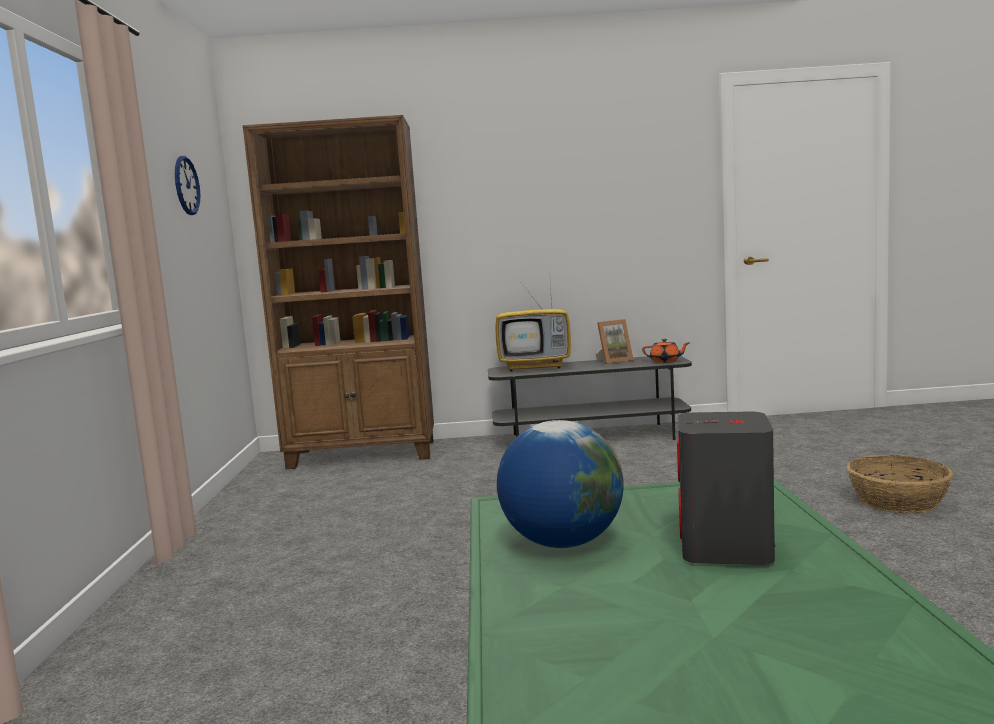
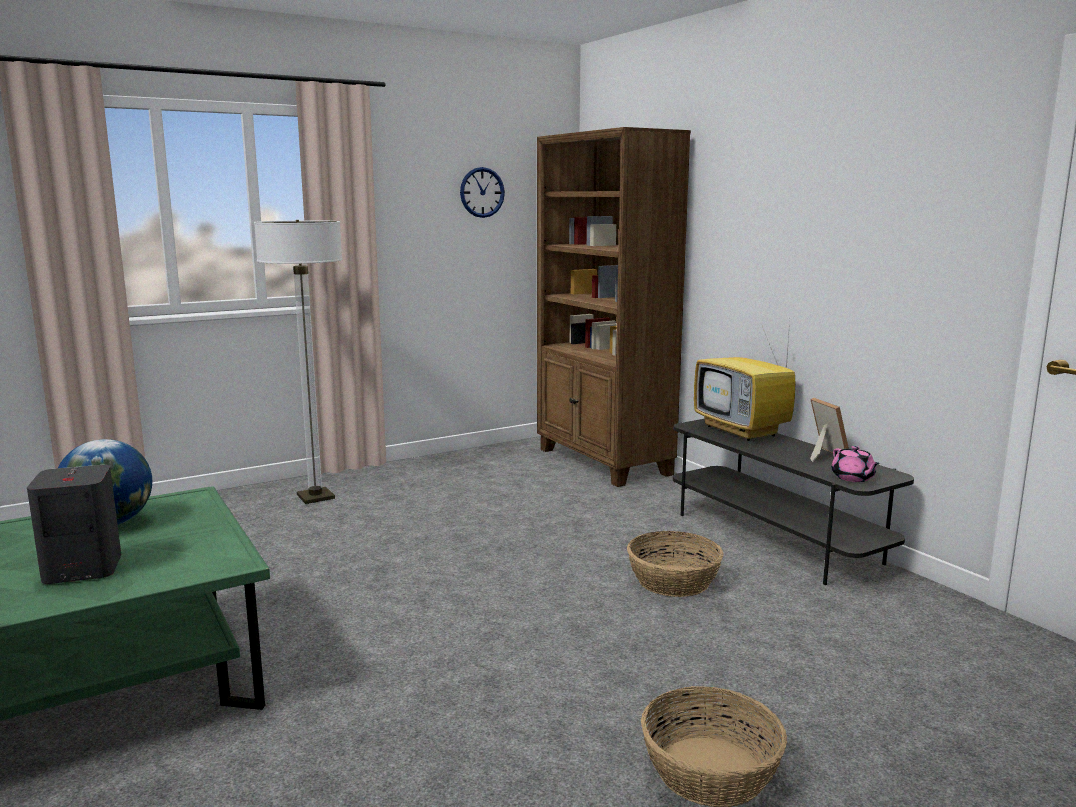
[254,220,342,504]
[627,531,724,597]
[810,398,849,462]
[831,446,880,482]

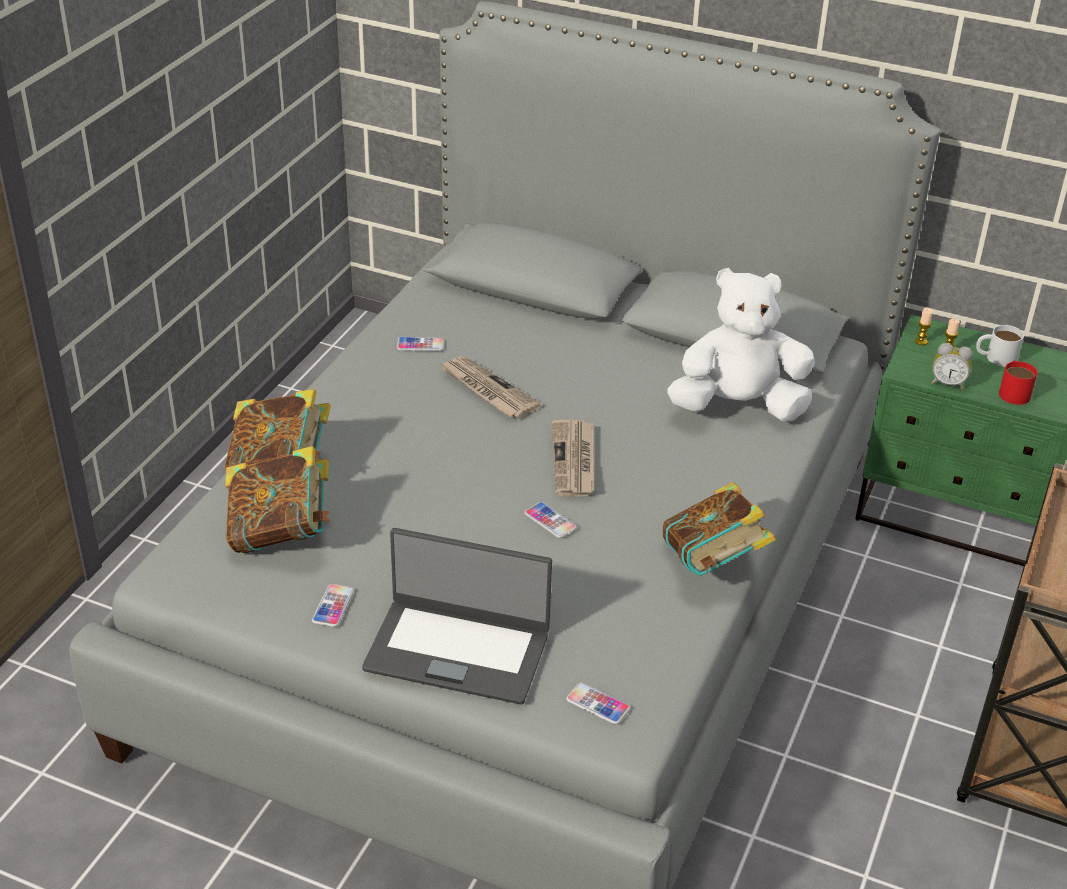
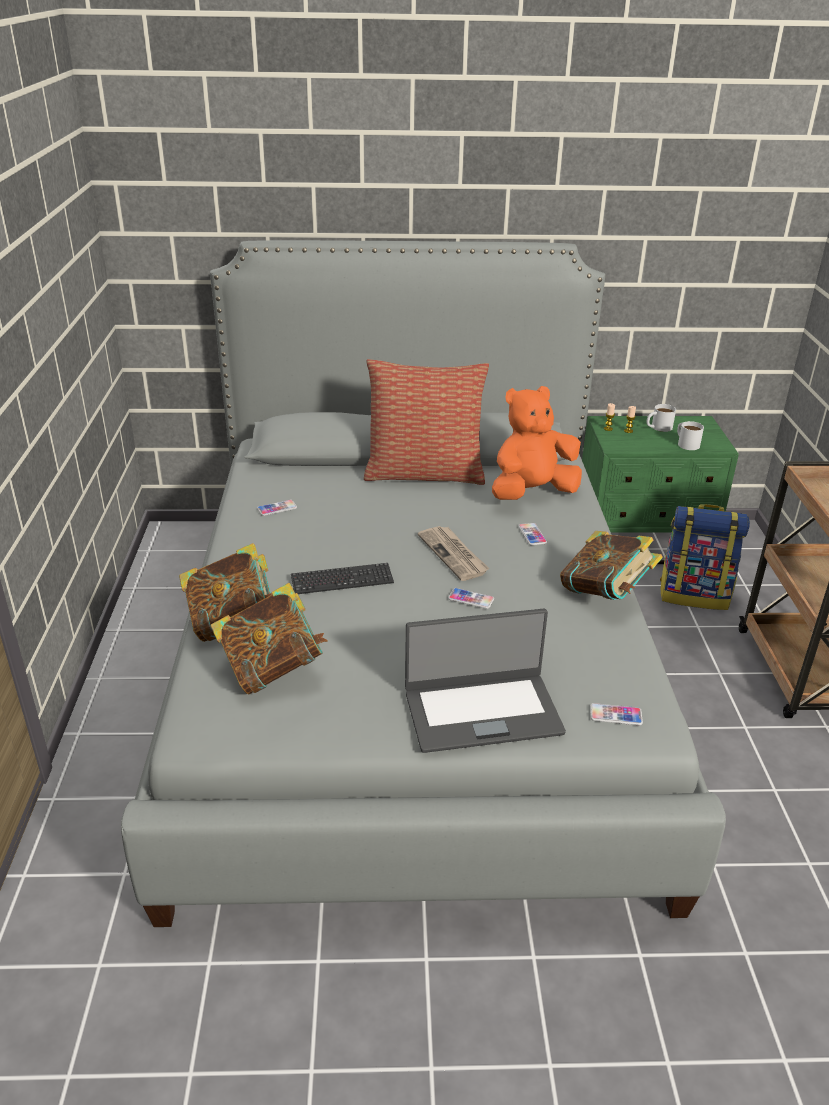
[291,563,394,594]
[364,359,489,485]
[492,386,582,500]
[518,523,547,545]
[660,504,750,610]
[677,421,704,450]
[439,356,541,419] (first image)
[931,343,973,390] (first image)

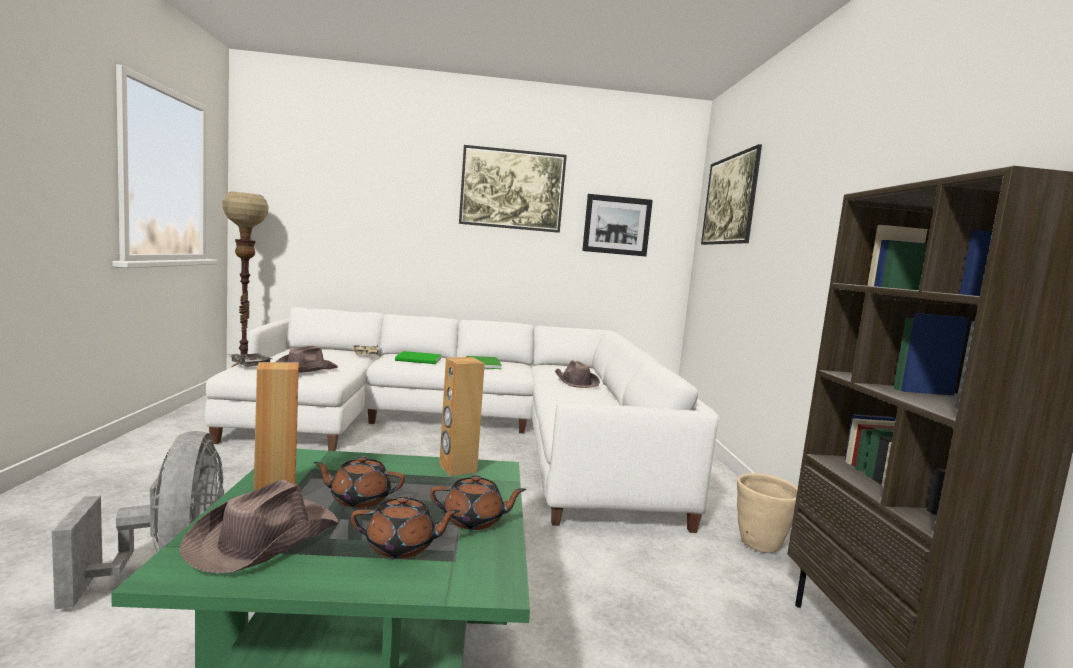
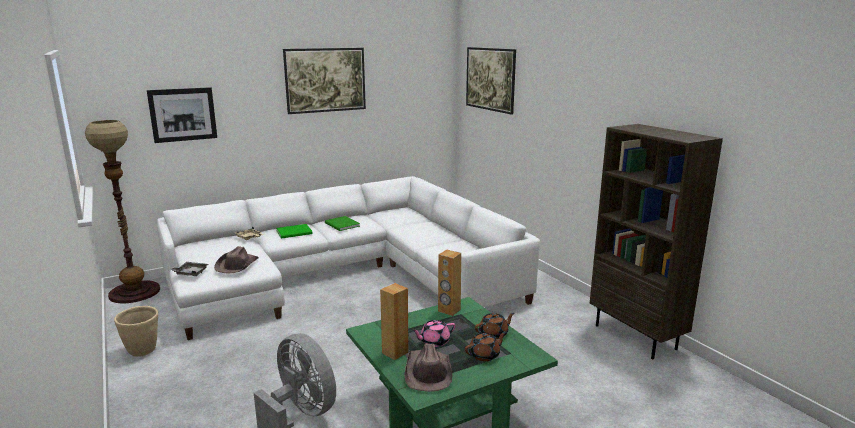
[114,306,158,357]
[147,87,217,143]
[412,320,455,347]
[555,360,600,388] (first image)

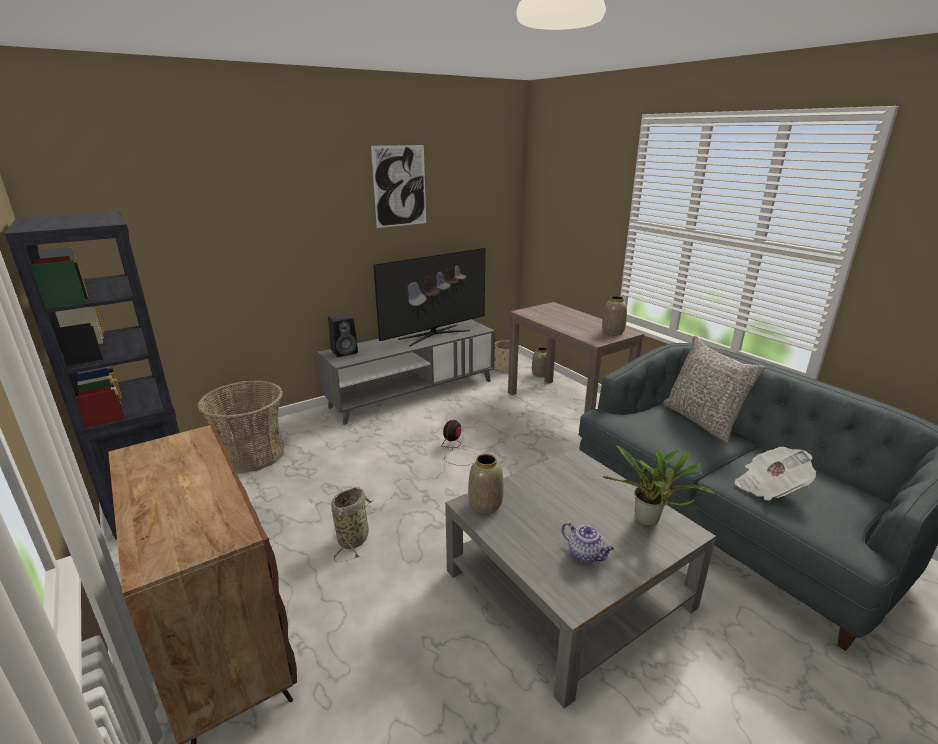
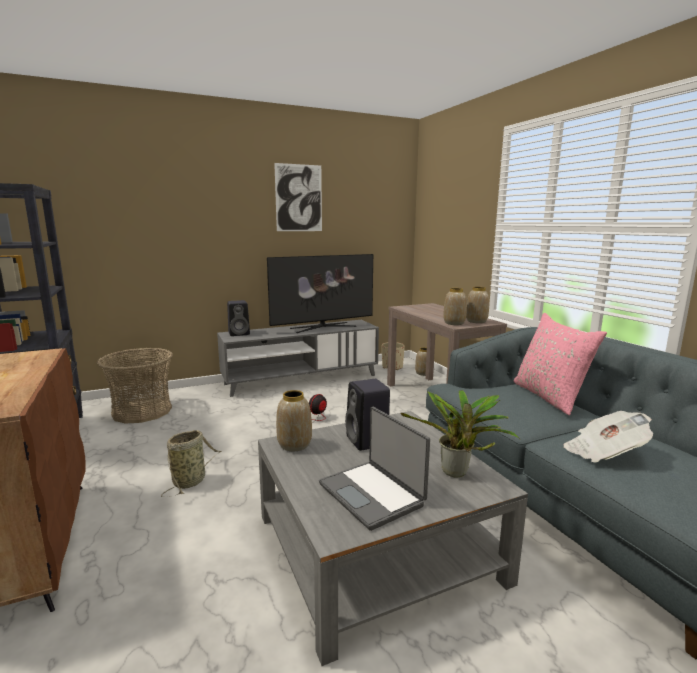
[319,407,430,531]
[345,379,390,451]
[443,288,467,325]
[513,313,607,415]

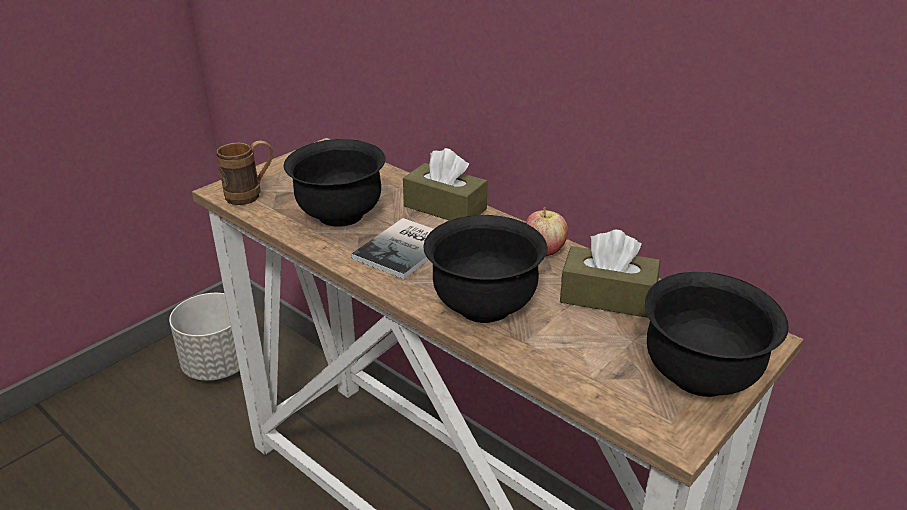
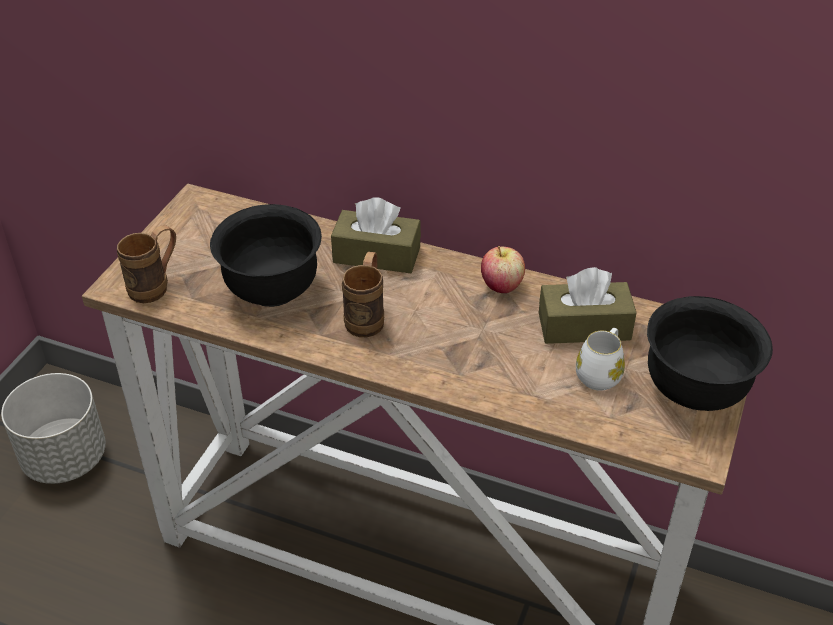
[342,252,384,337]
[576,328,625,391]
[424,215,548,323] (first image)

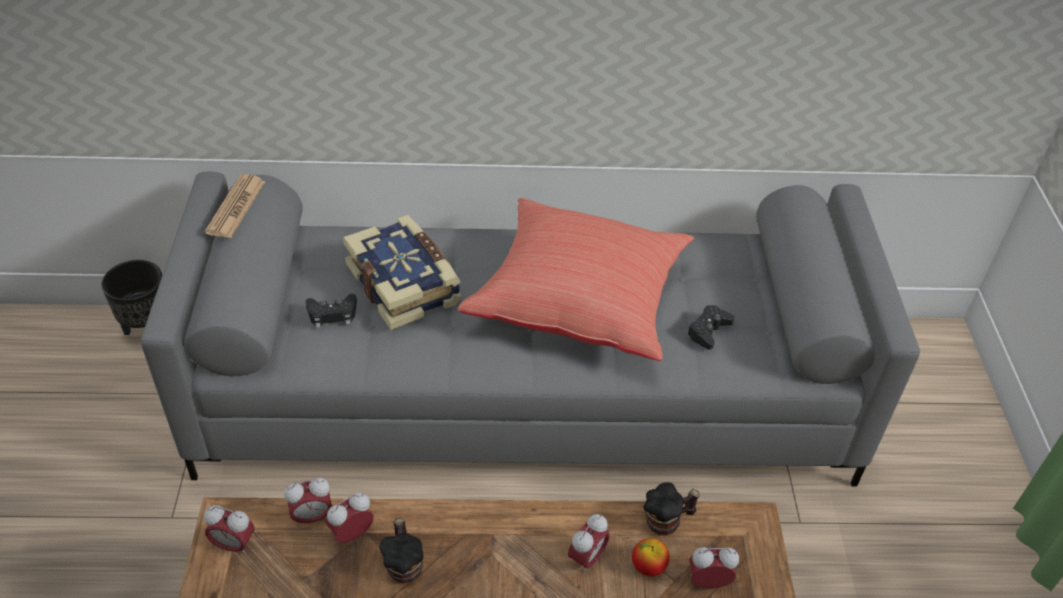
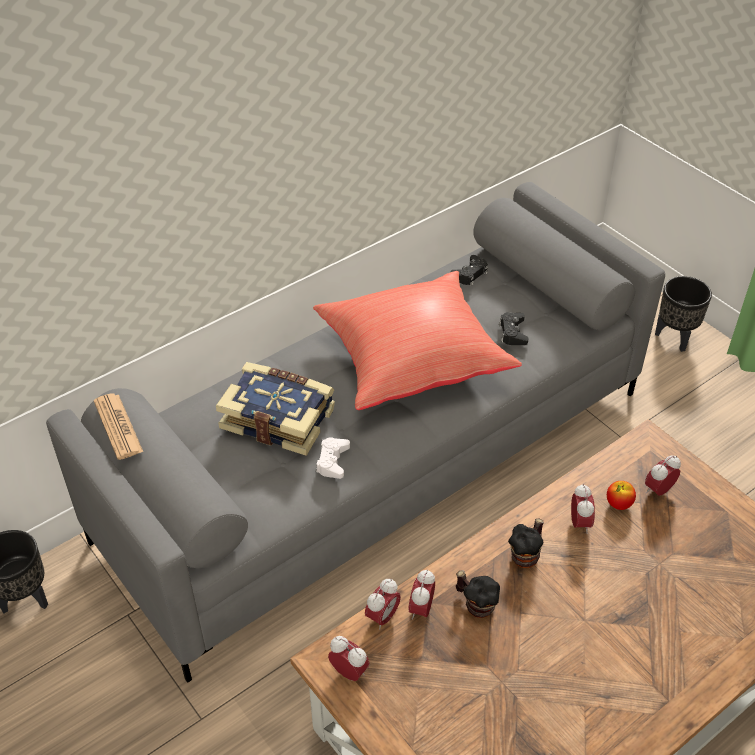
[316,437,350,479]
[328,636,370,681]
[450,255,488,286]
[508,518,544,568]
[655,276,712,352]

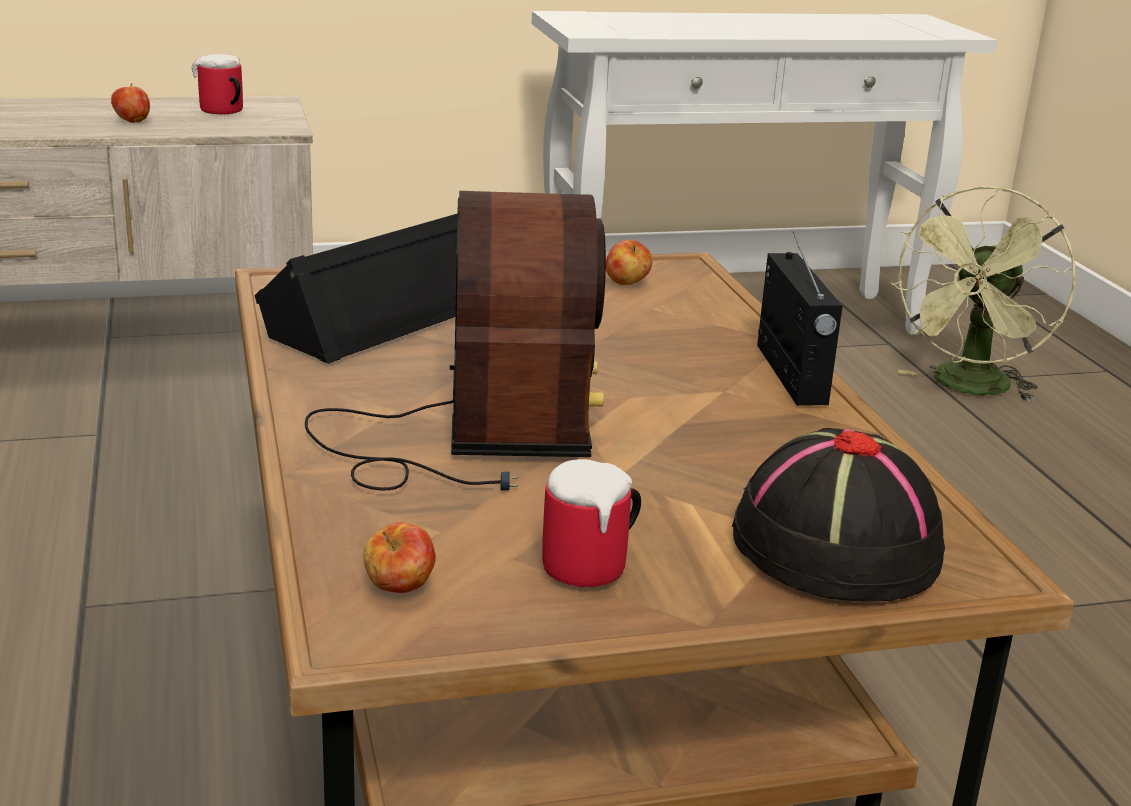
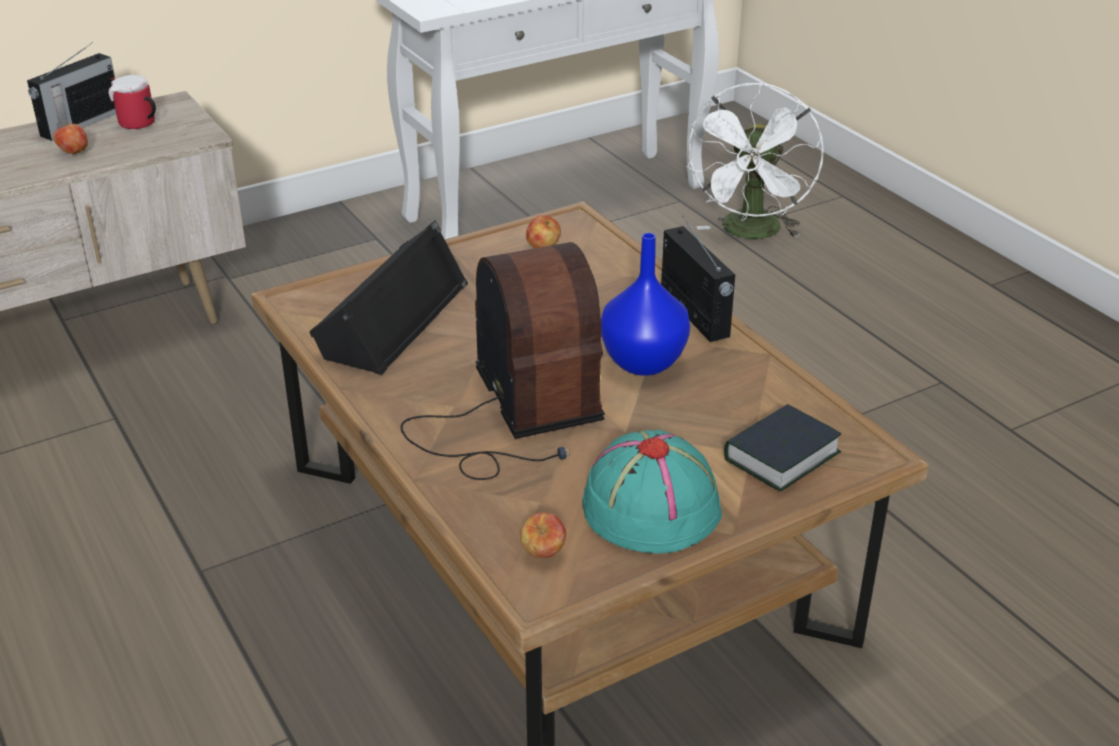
[27,42,116,141]
[582,429,722,553]
[601,233,690,376]
[686,83,824,239]
[724,404,841,491]

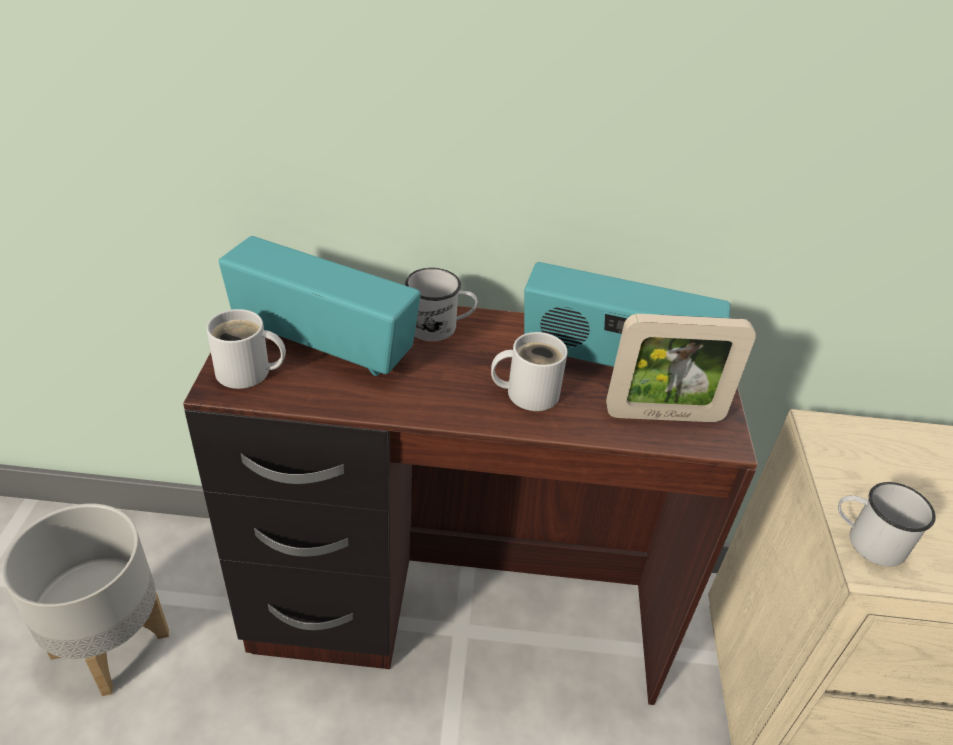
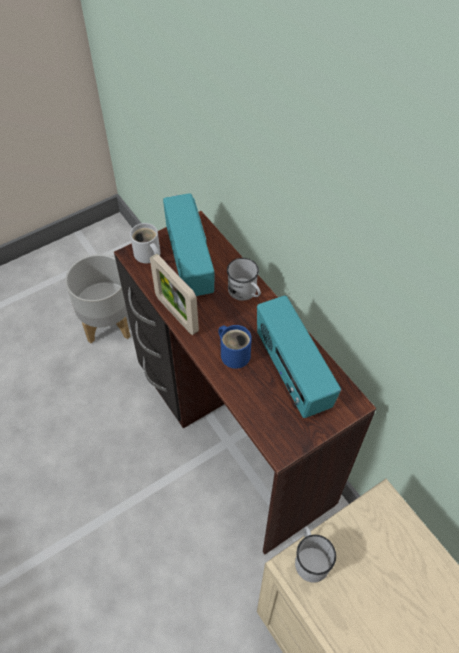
[150,254,199,335]
[218,325,252,369]

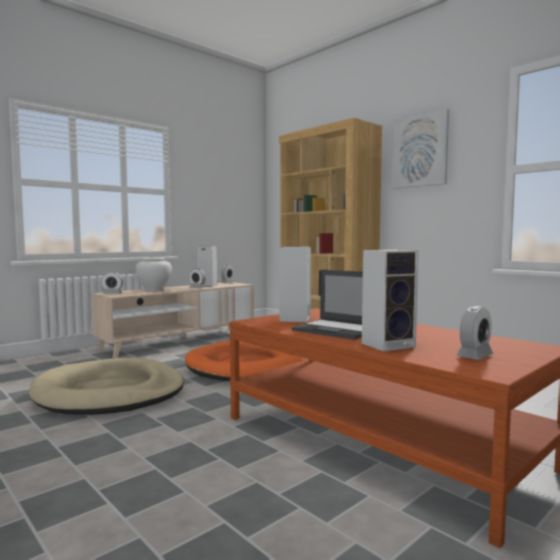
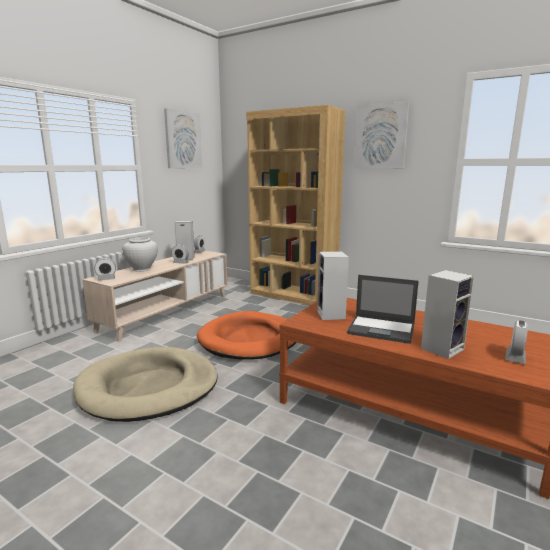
[164,108,202,168]

